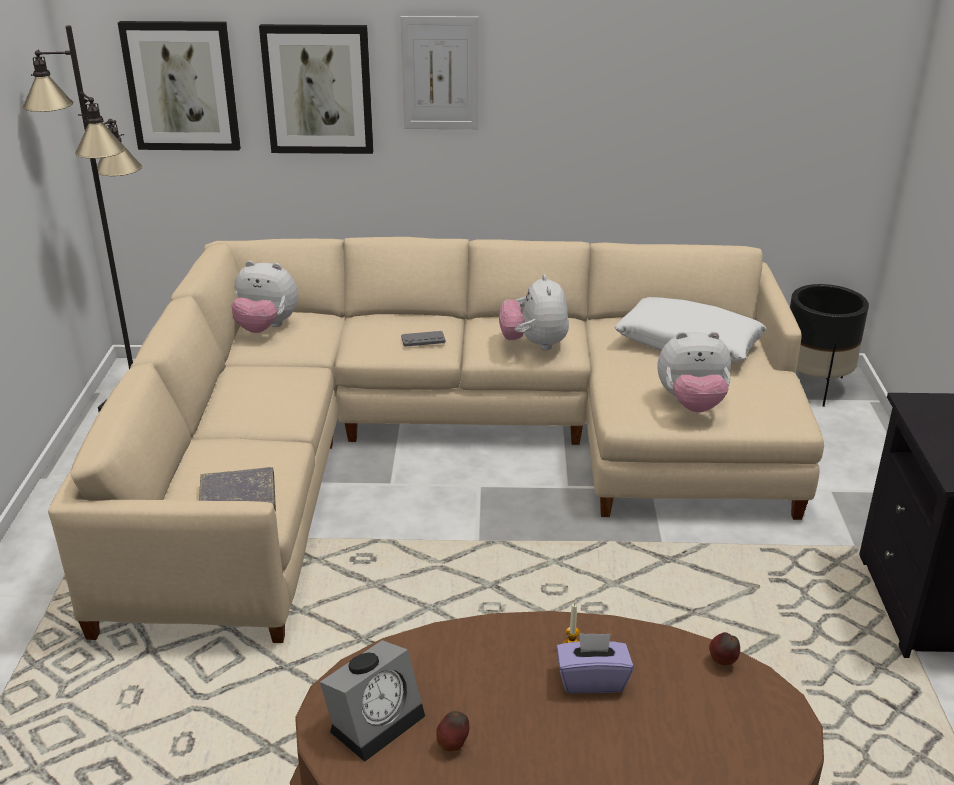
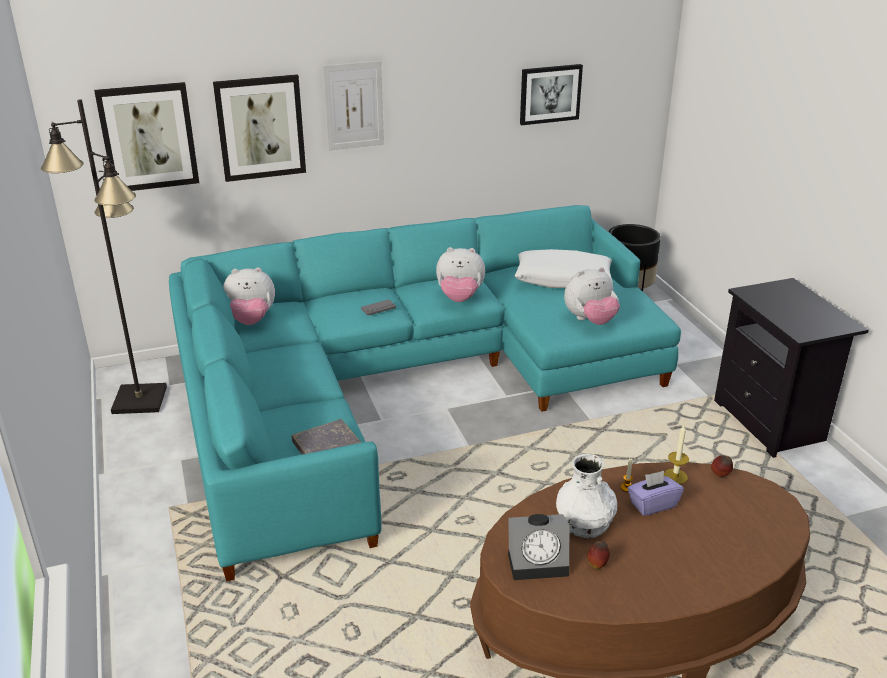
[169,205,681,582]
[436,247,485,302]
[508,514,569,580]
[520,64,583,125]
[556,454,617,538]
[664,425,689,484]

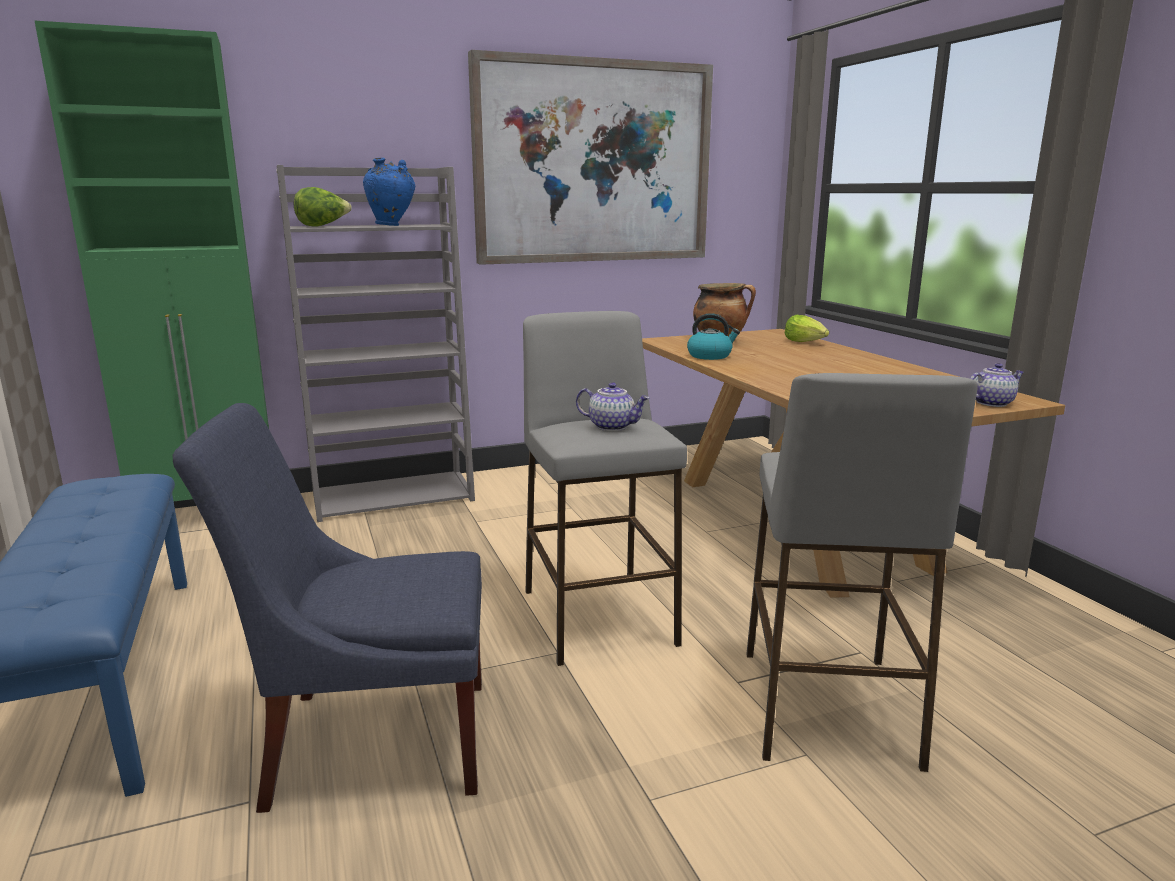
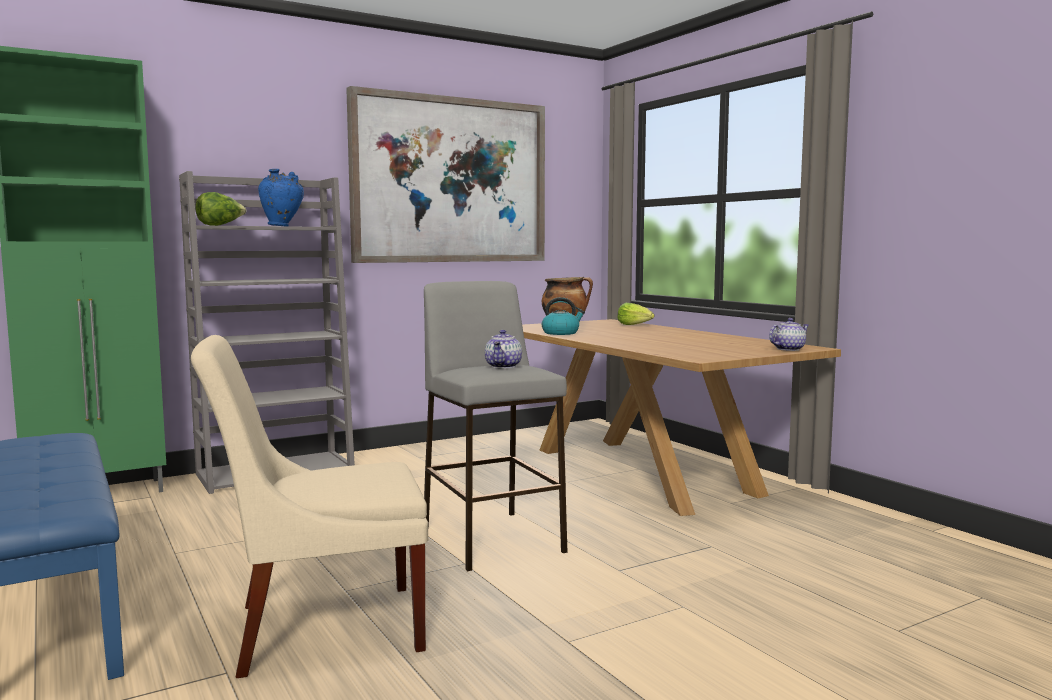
[191,335,428,678]
[485,330,522,369]
[746,373,978,772] (first image)

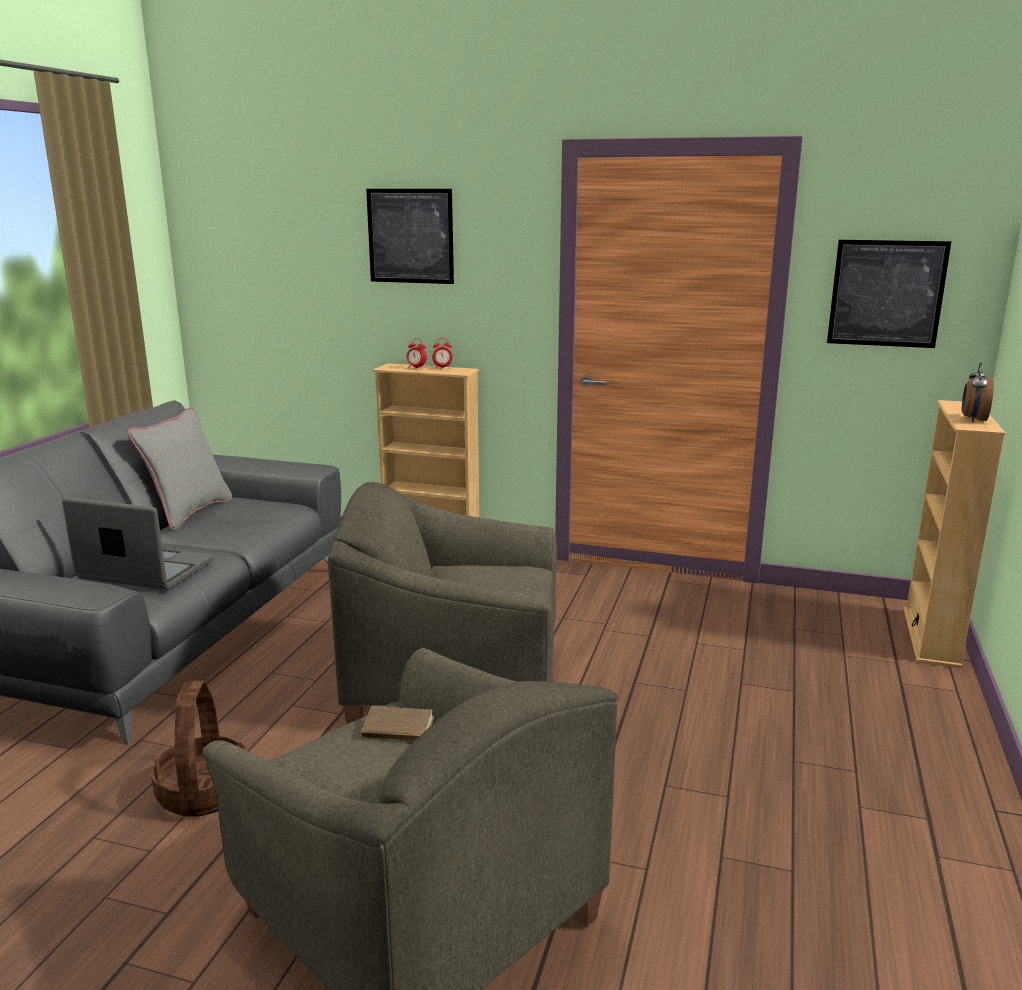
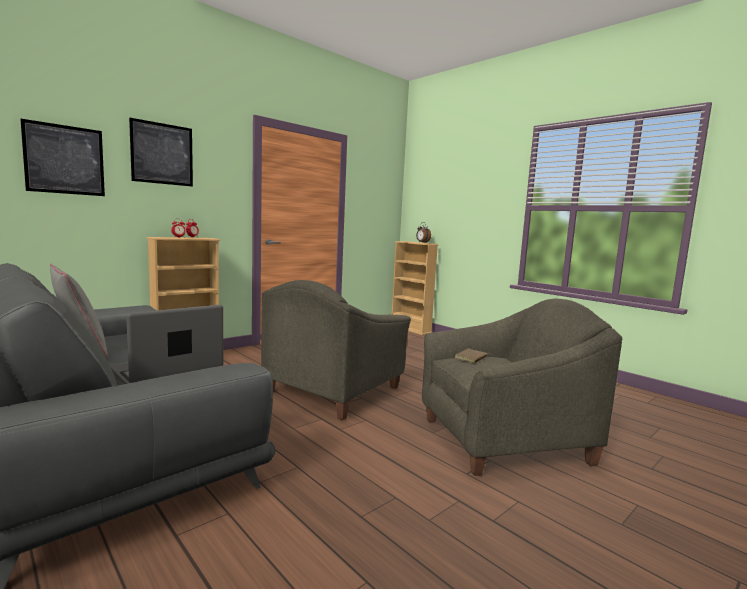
[20,119,105,196]
[151,681,248,817] (first image)

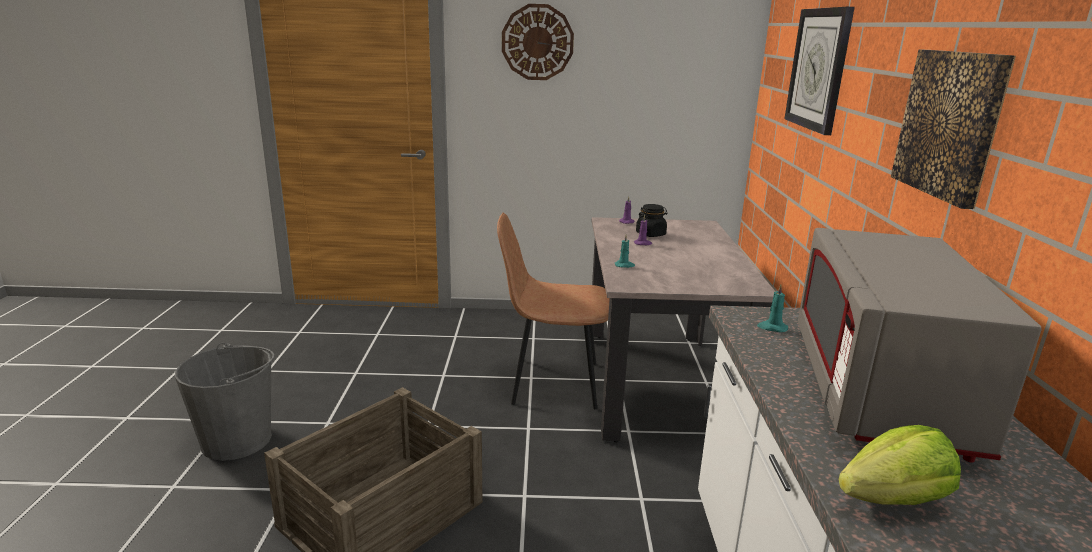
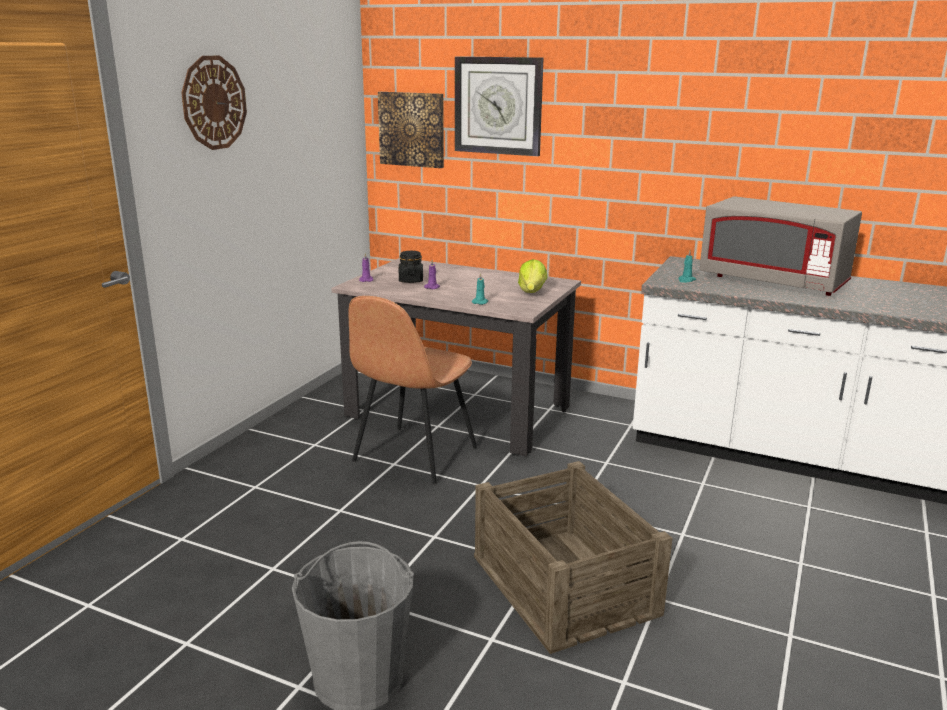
[378,92,444,168]
[518,259,548,293]

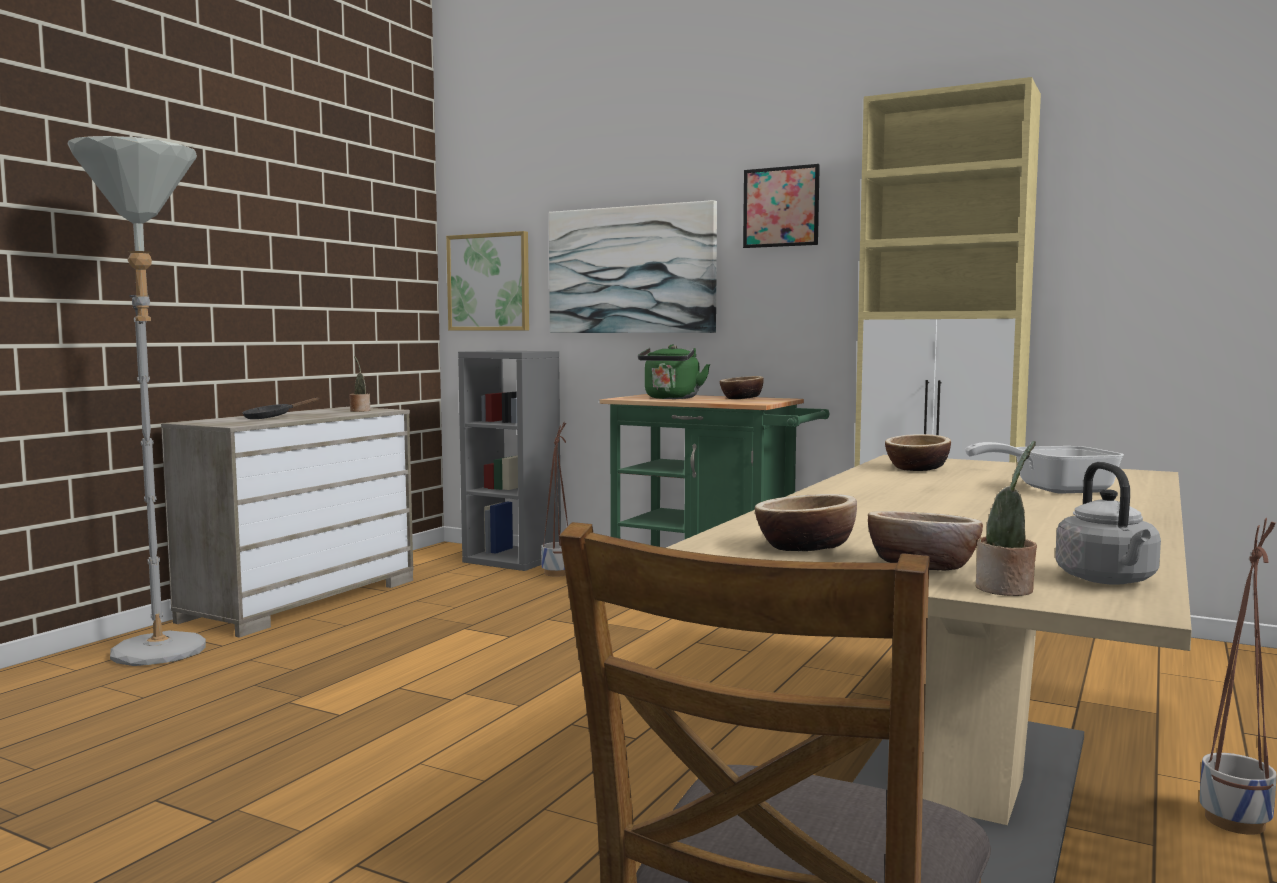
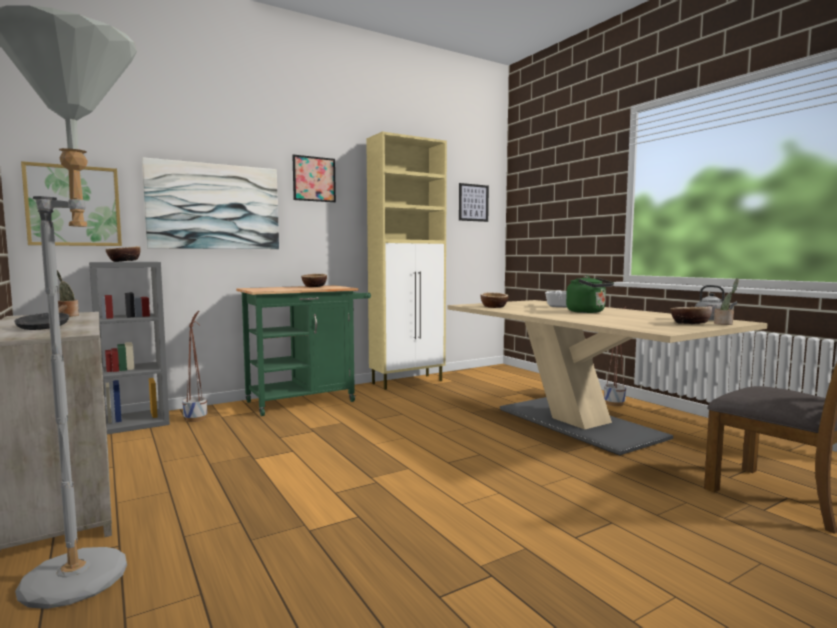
[105,246,141,262]
[459,183,489,222]
[566,275,614,313]

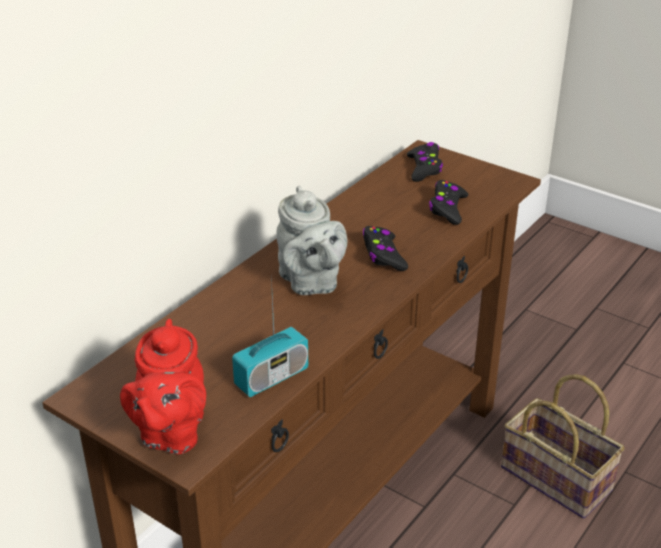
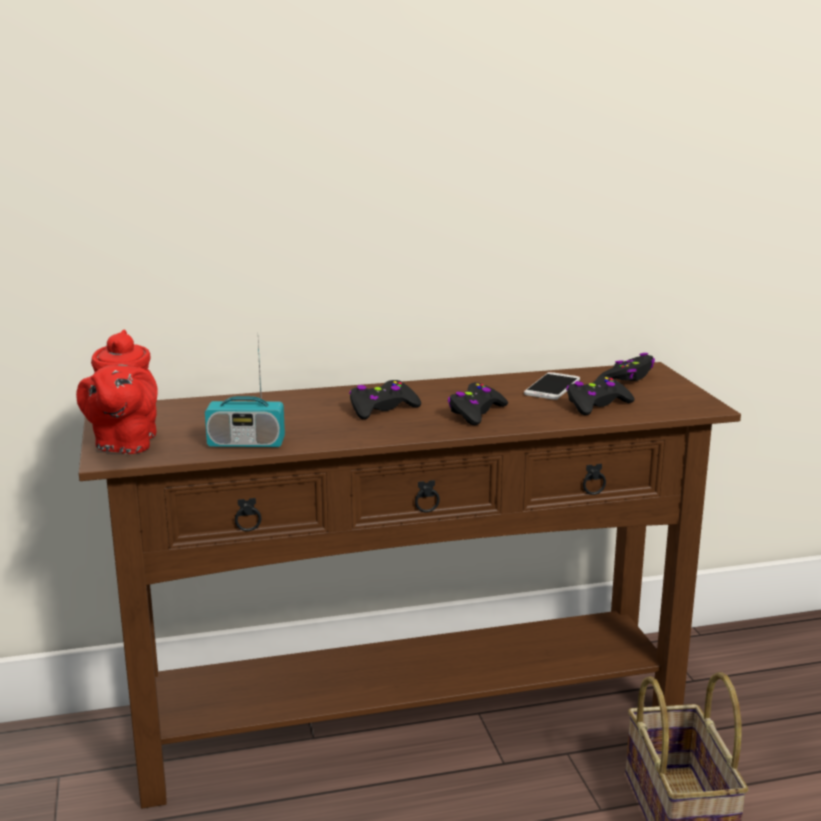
[76,330,158,454]
[349,380,421,420]
[524,372,580,400]

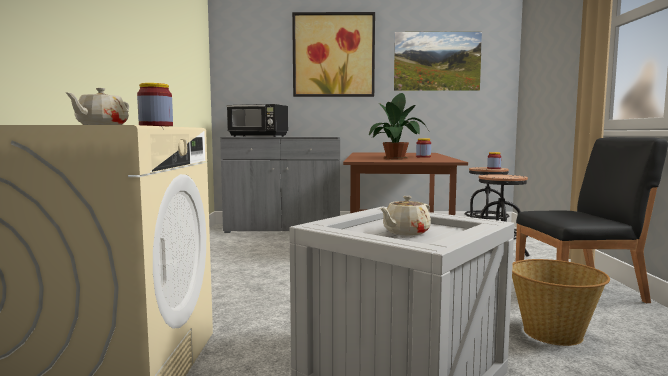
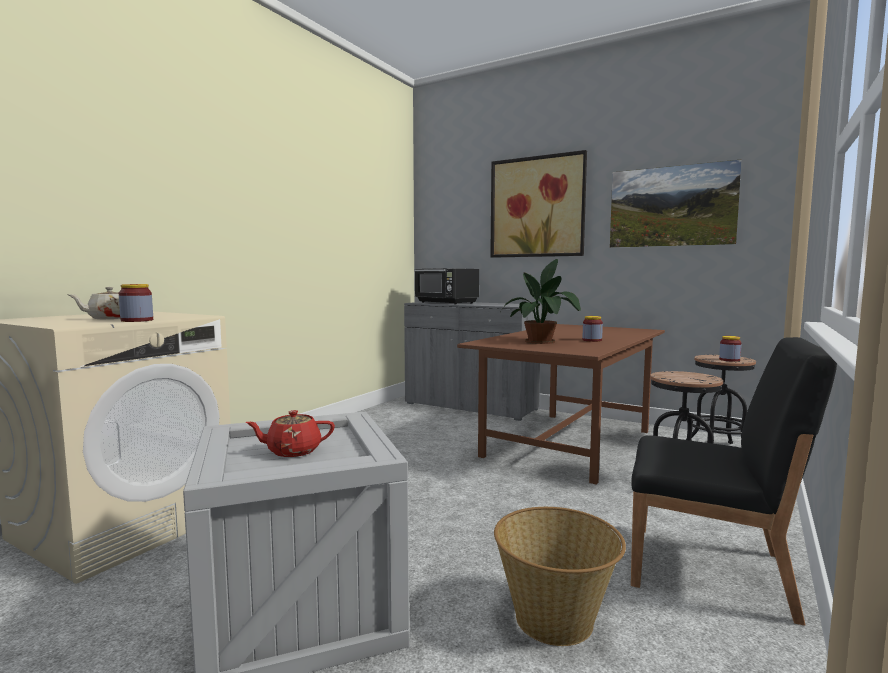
[245,410,335,457]

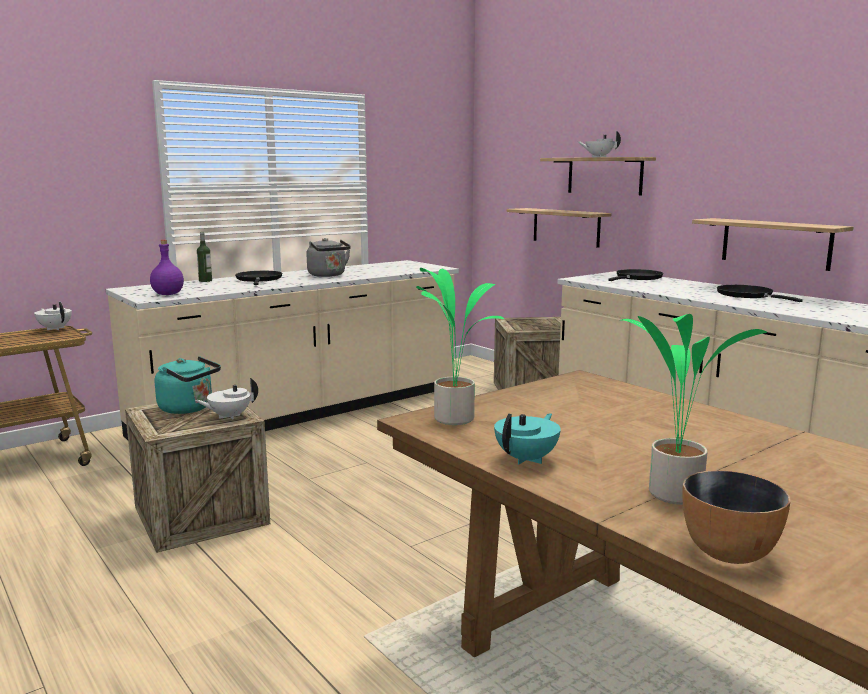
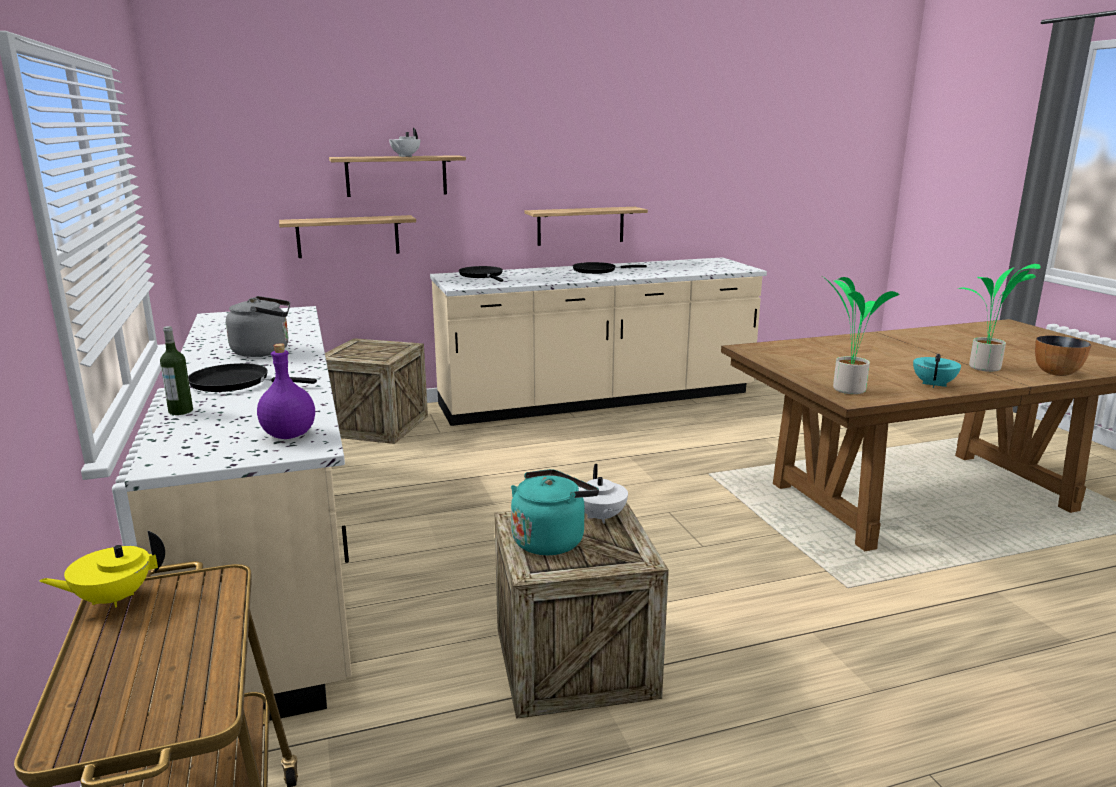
[39,530,165,608]
[913,354,961,388]

